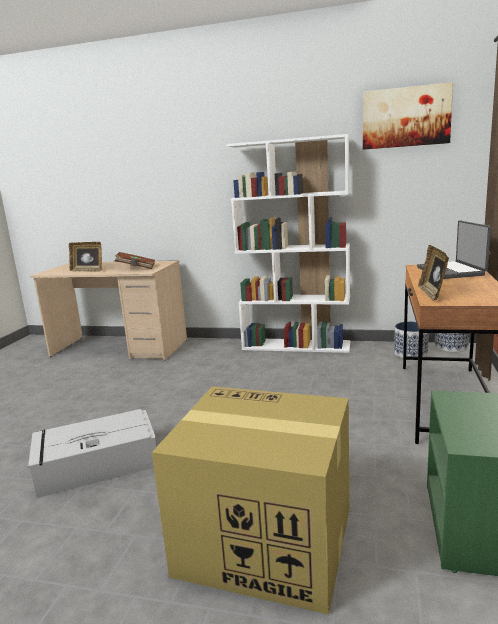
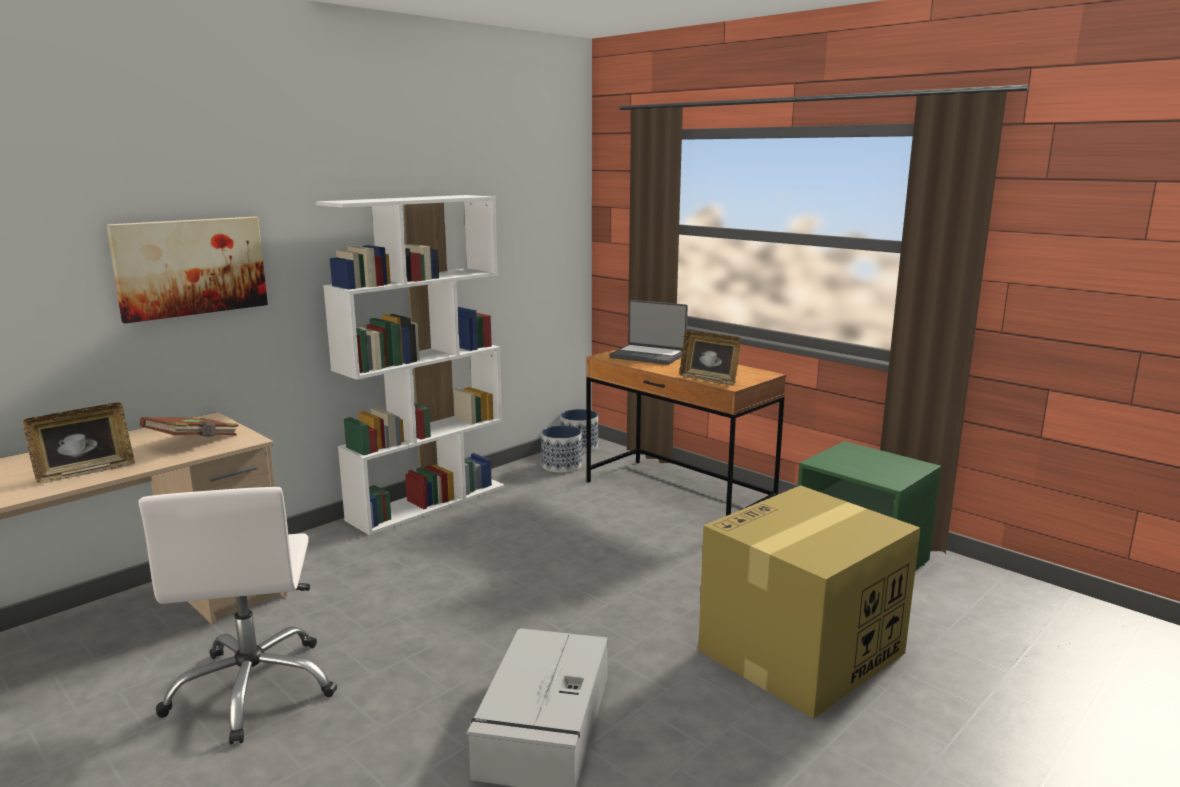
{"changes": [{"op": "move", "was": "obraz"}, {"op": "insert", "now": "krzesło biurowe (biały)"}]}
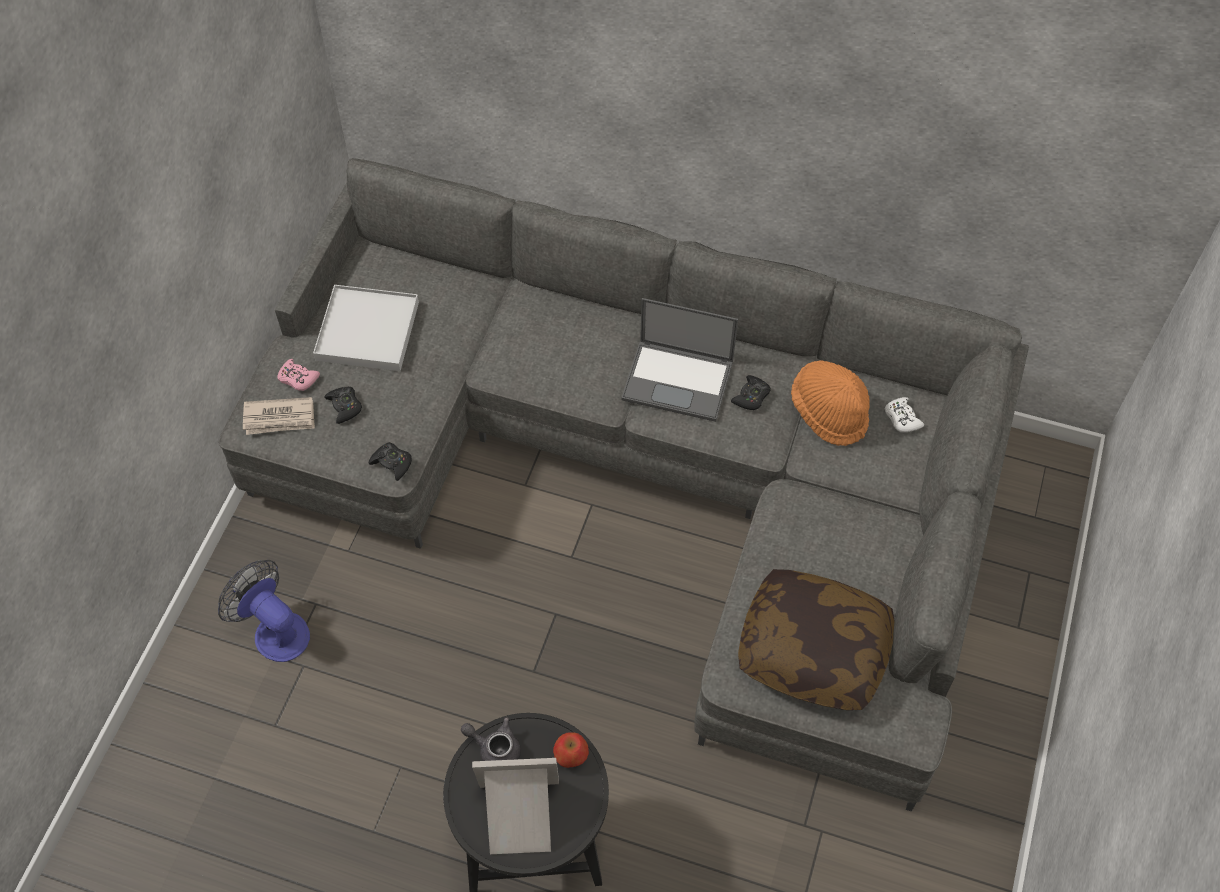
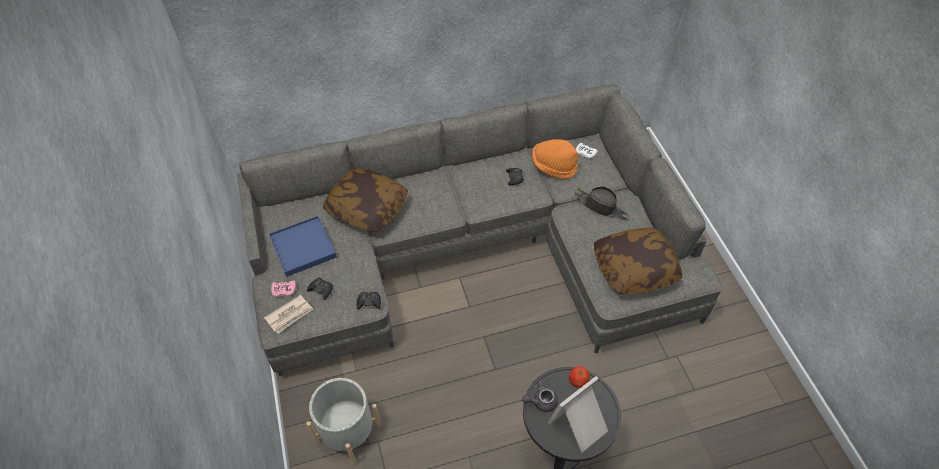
{"changes": [{"op": "replace", "was": "wentylator", "now": "donica (szary)"}, {"op": "recolor", "was": "taca (biały)", "now": "taca (niebieski)"}, {"op": "delete", "was": "laptop"}, {"op": "insert", "now": "poduszka (1st from left)"}, {"op": "insert", "now": "kapelusz (czarny)"}]}
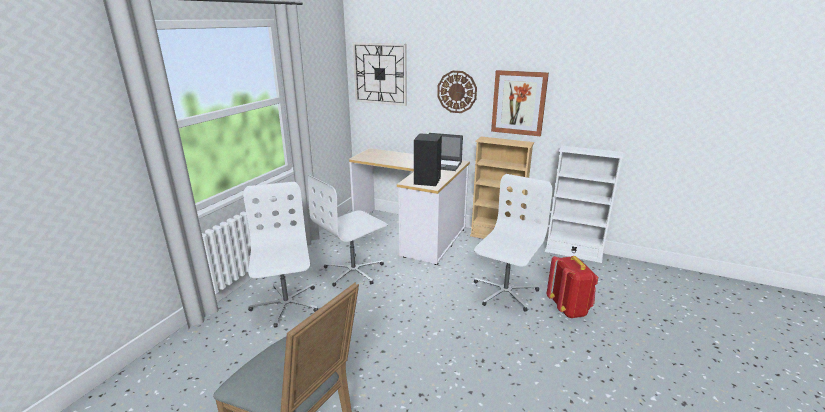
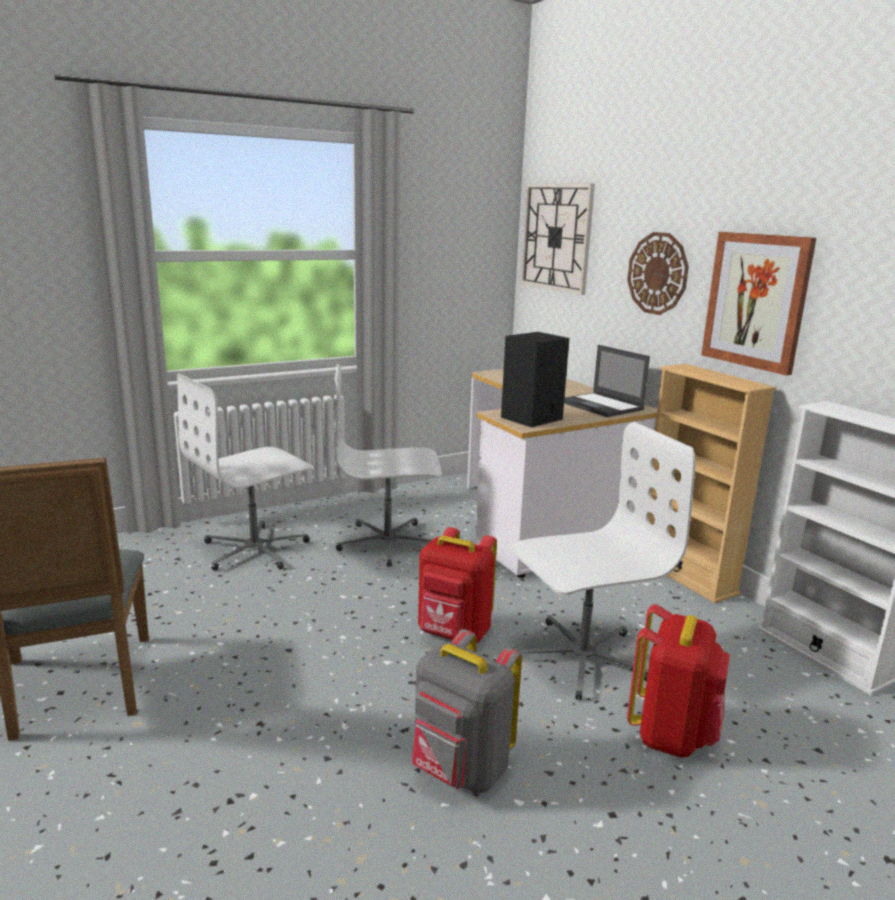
{"changes": [{"op": "rotate", "was": "krzesło biurowe (biały) (1st from left)", "clockwise": -150}, {"op": "insert", "now": "plecak (szary)"}, {"op": "insert", "now": "plecak (czerwony) (1st from left)"}]}
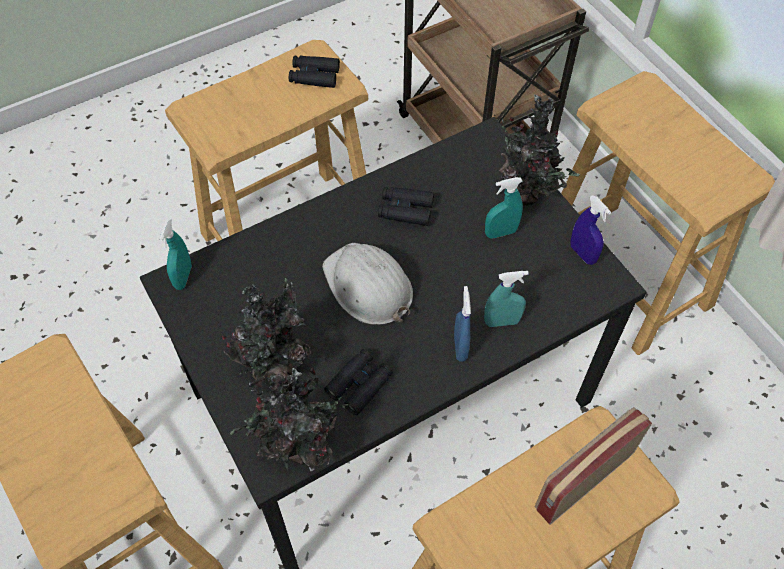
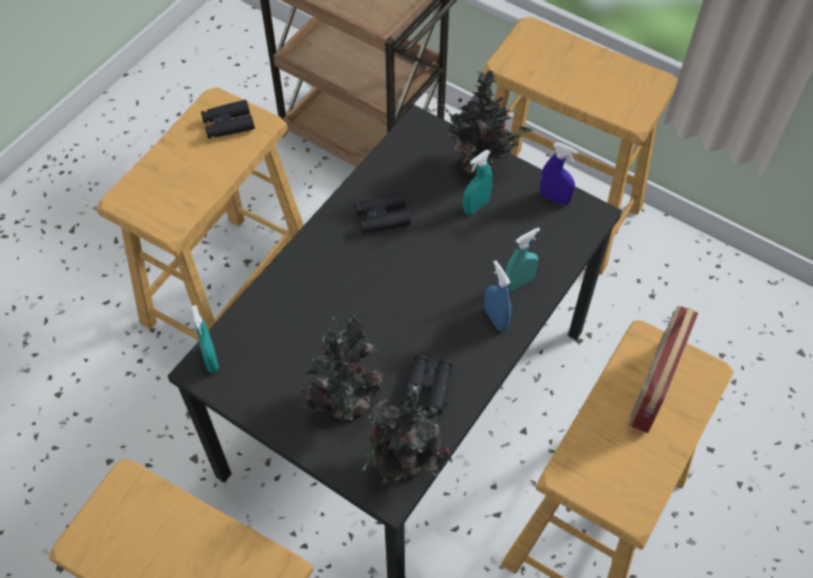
{"changes": [{"op": "delete", "was": "kask (biały)"}]}
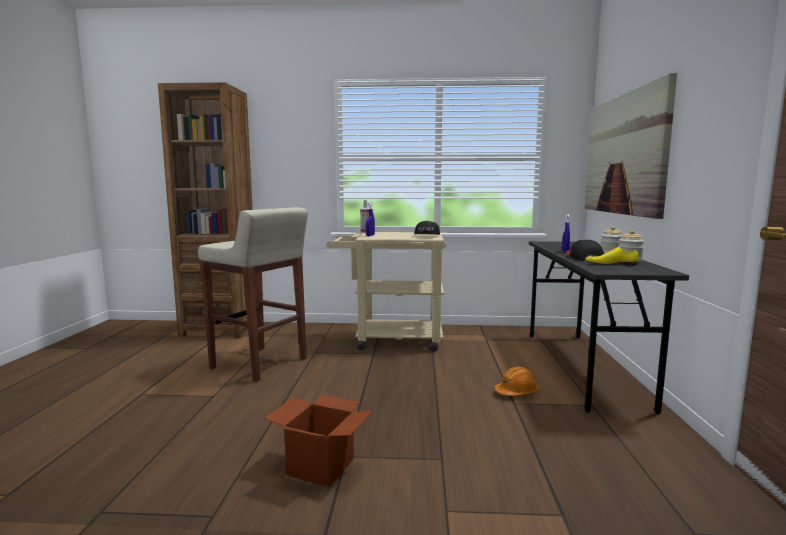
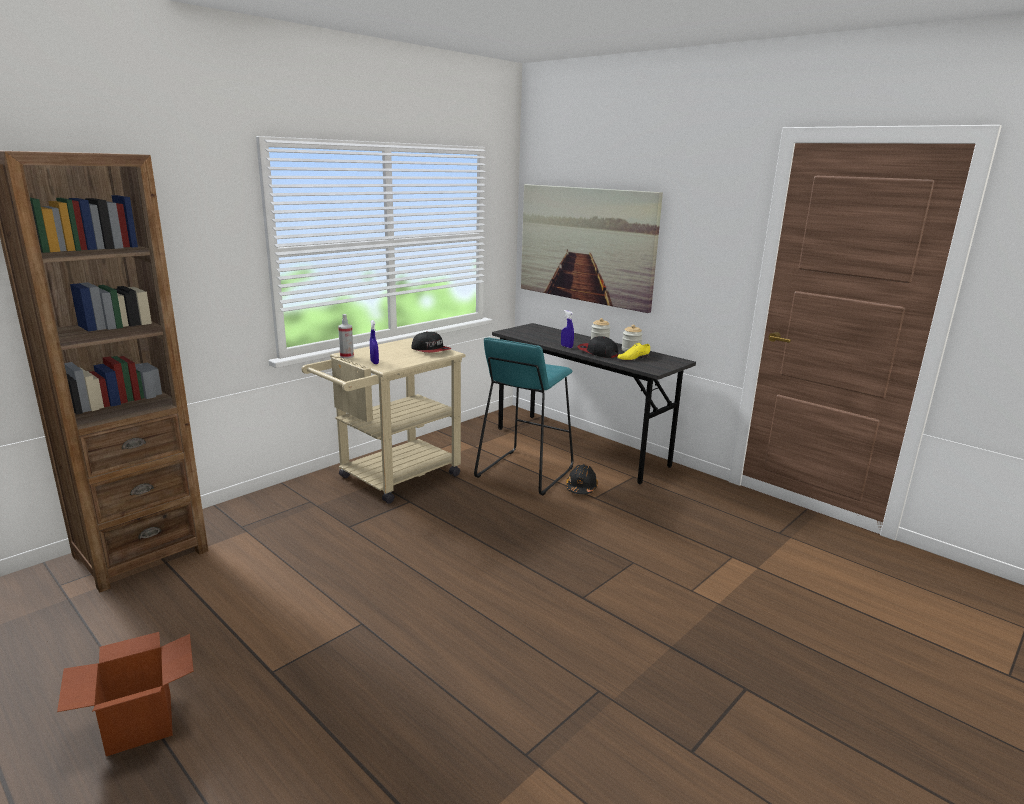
{"changes": [{"op": "delete", "was": "stołek (beżowy)"}, {"op": "move", "was": "karton"}, {"op": "recolor", "was": "kask (pomarańczowy)", "now": "kask (czarny)"}, {"op": "insert", "now": "stołek (turkusowy)"}]}
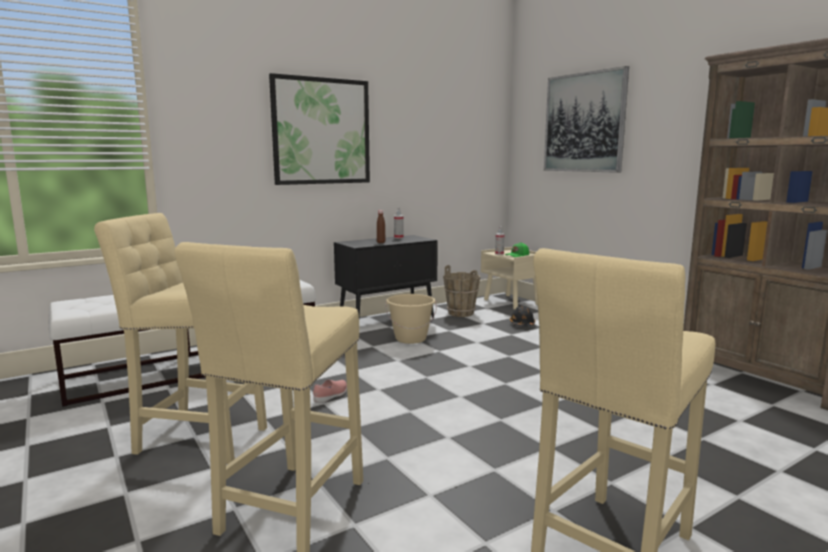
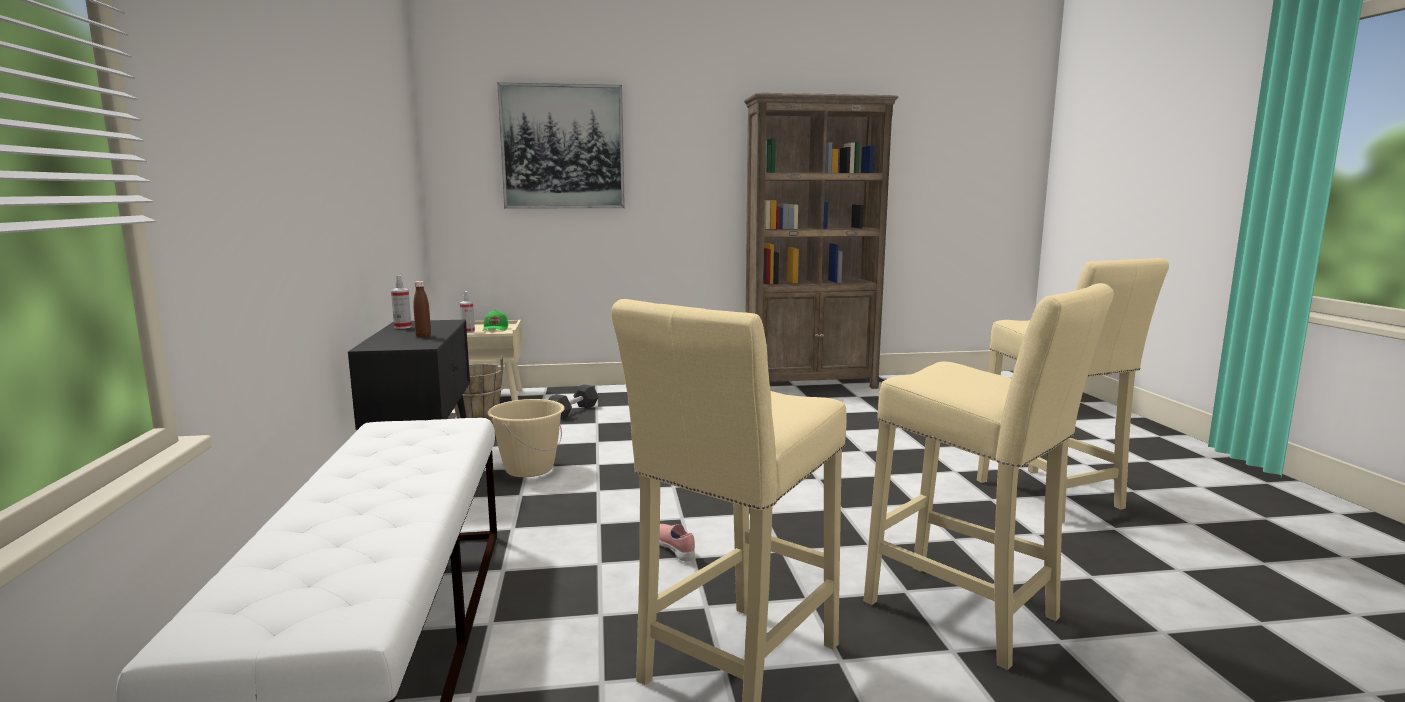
{"changes": [{"op": "delete", "was": "obraz (1st from left)"}, {"op": "replace", "was": "kask (czarny)", "now": "hantel (czarny)"}]}
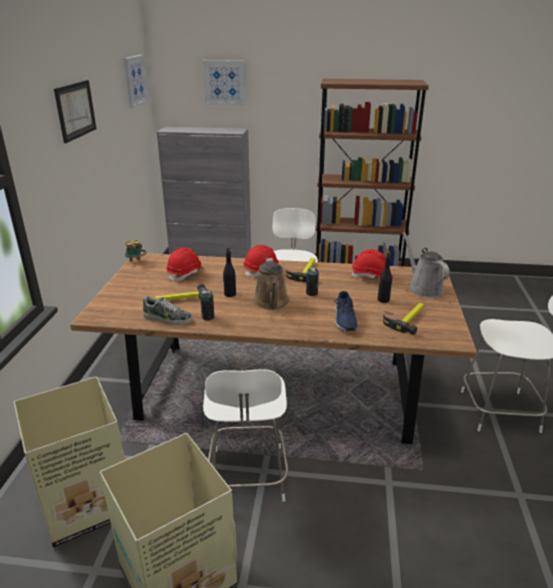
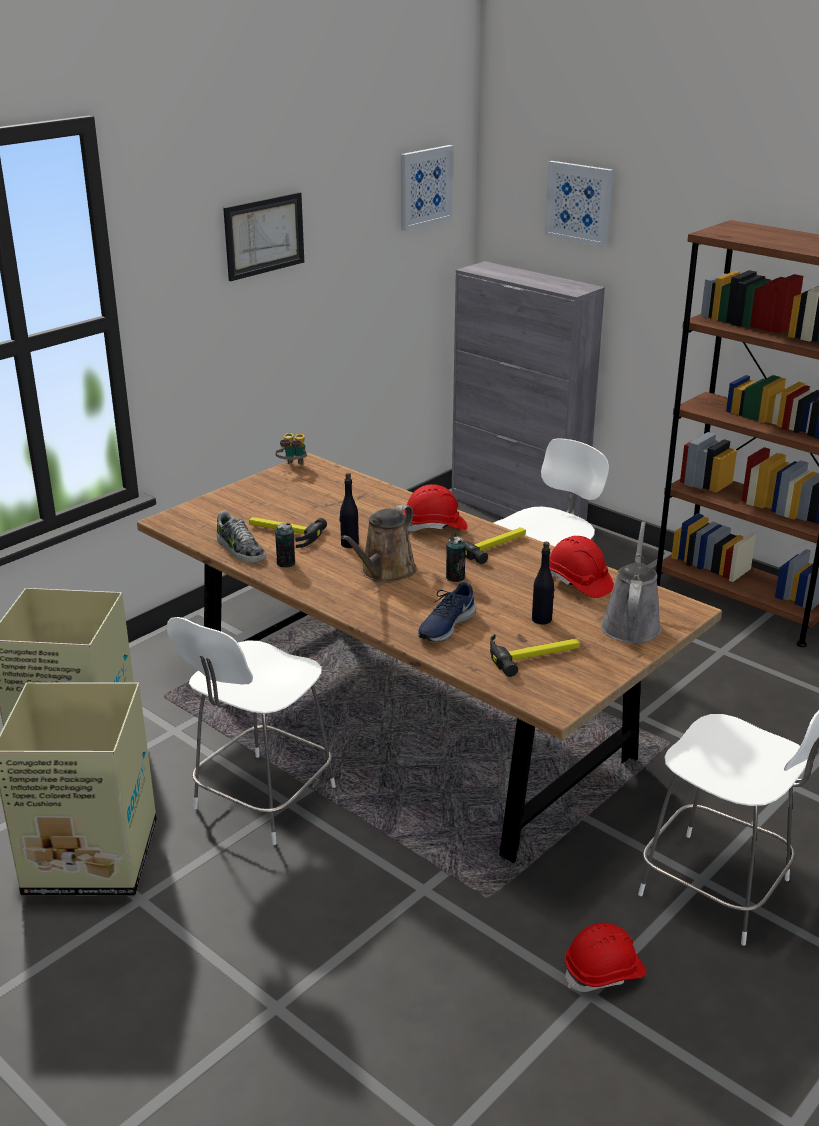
{"changes": [{"op": "move", "was": "kask (czerwony) (1st from left in the first image)", "now": "kask (czerwony) (3rd from left)"}]}
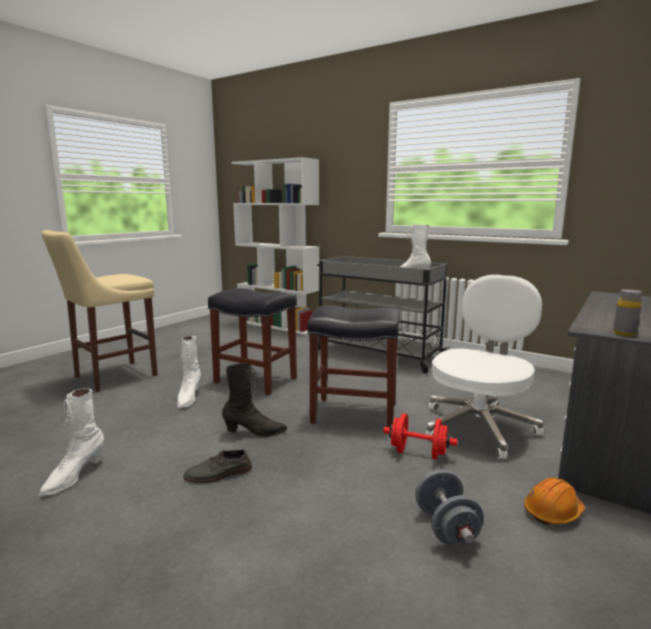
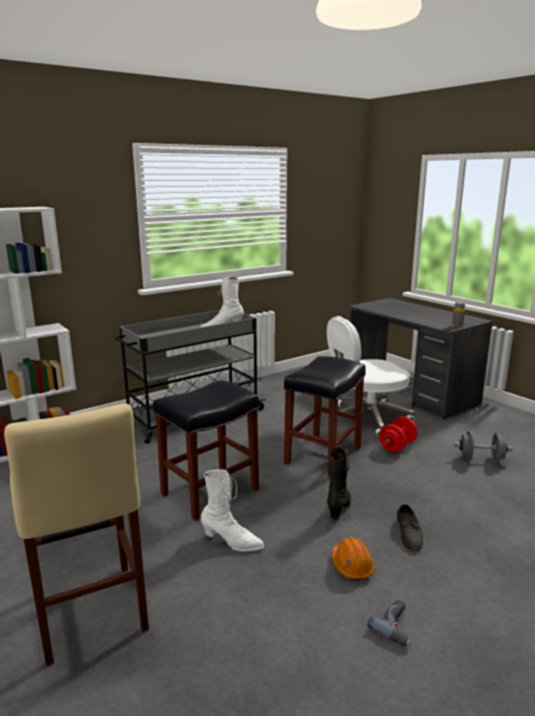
{"changes": [{"op": "replace", "was": "but z cholewką (biały) (1st from left)", "now": "wiertarka"}, {"op": "rotate", "was": "krzesło biurowe (biały)", "clockwise": -75}, {"op": "move", "was": "kask (pomarańczowy)"}]}
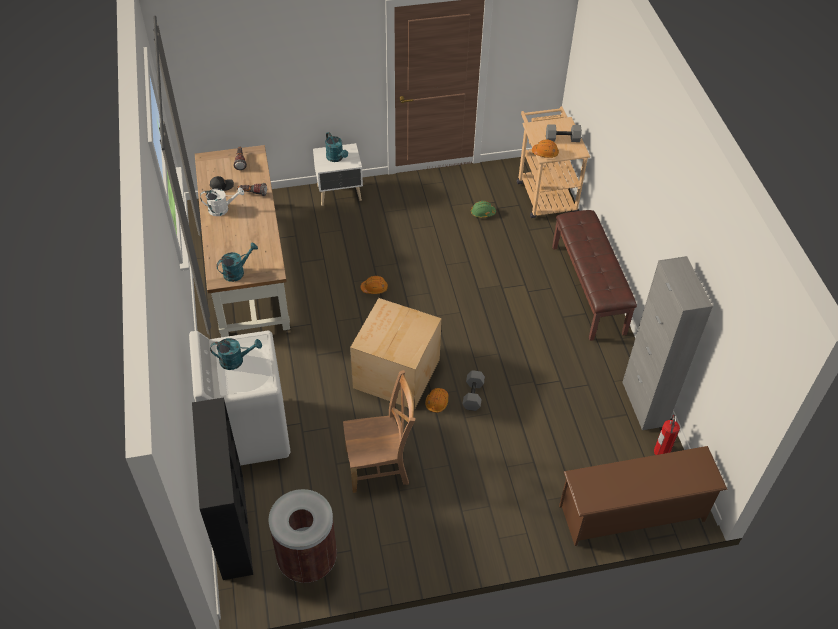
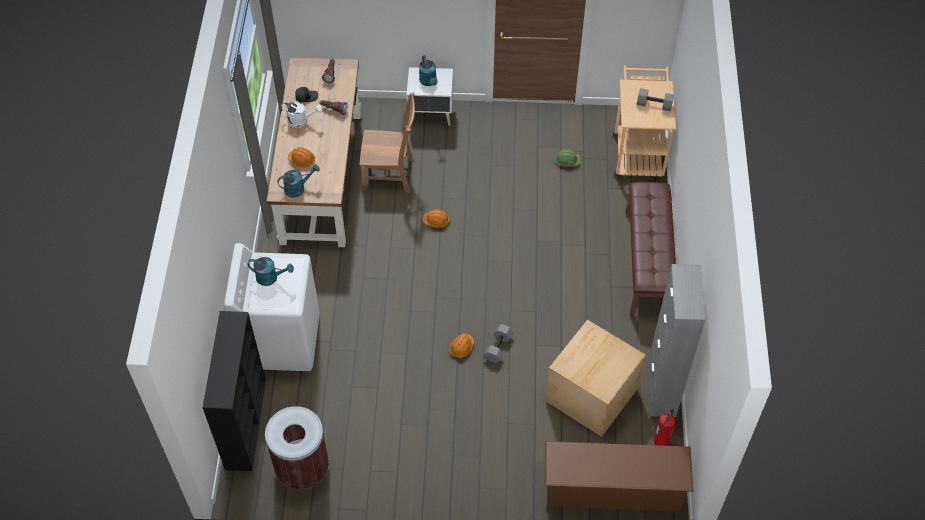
{"changes": [{"op": "move", "was": "krzesło (brązowy)"}, {"op": "move", "was": "karton"}, {"op": "move", "was": "kask (pomarańczowy) (3rd from left in the first image)", "now": "kask (pomarańczowy) (1st from left)"}]}
